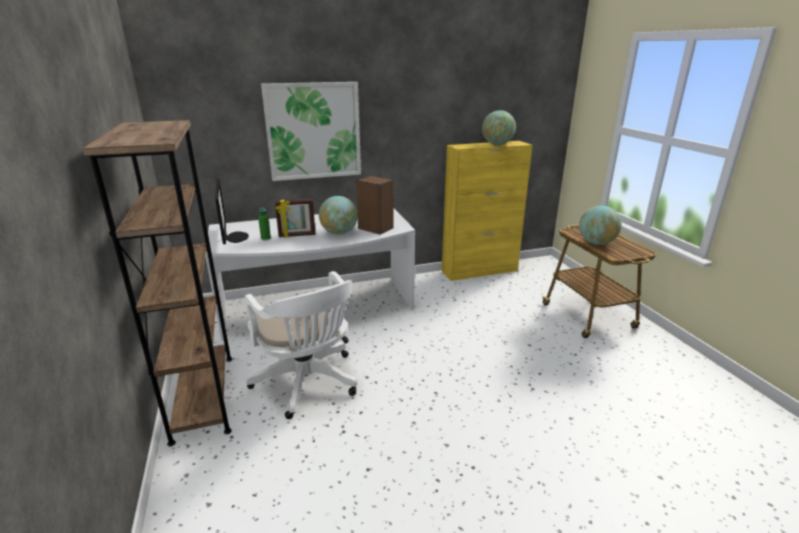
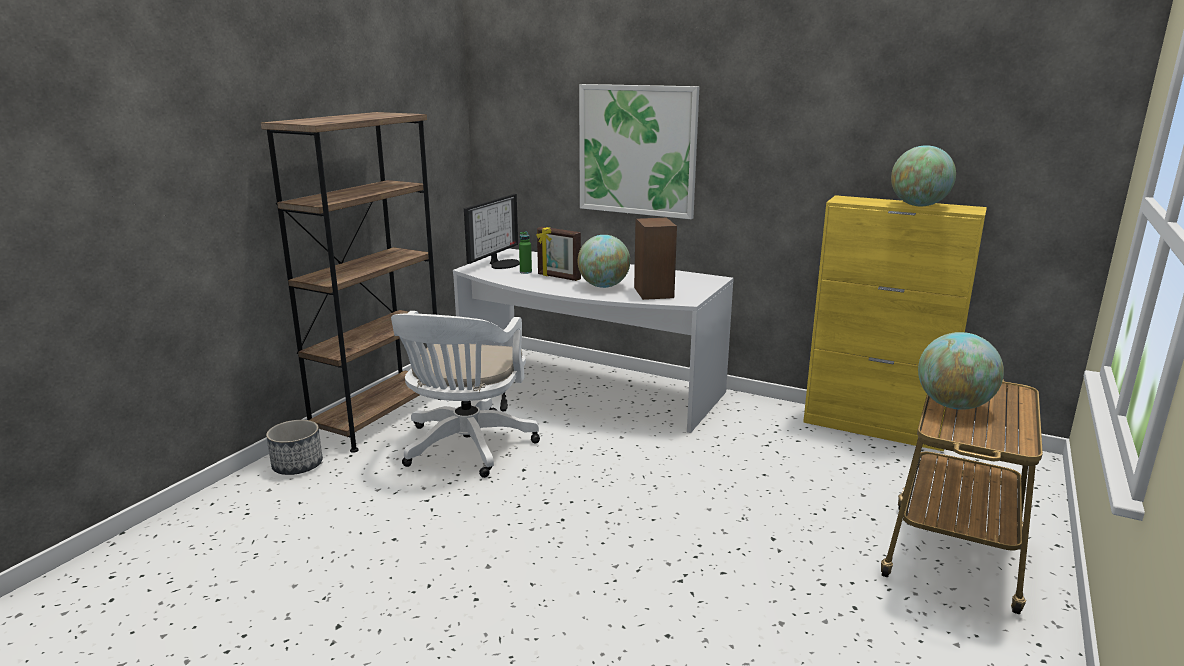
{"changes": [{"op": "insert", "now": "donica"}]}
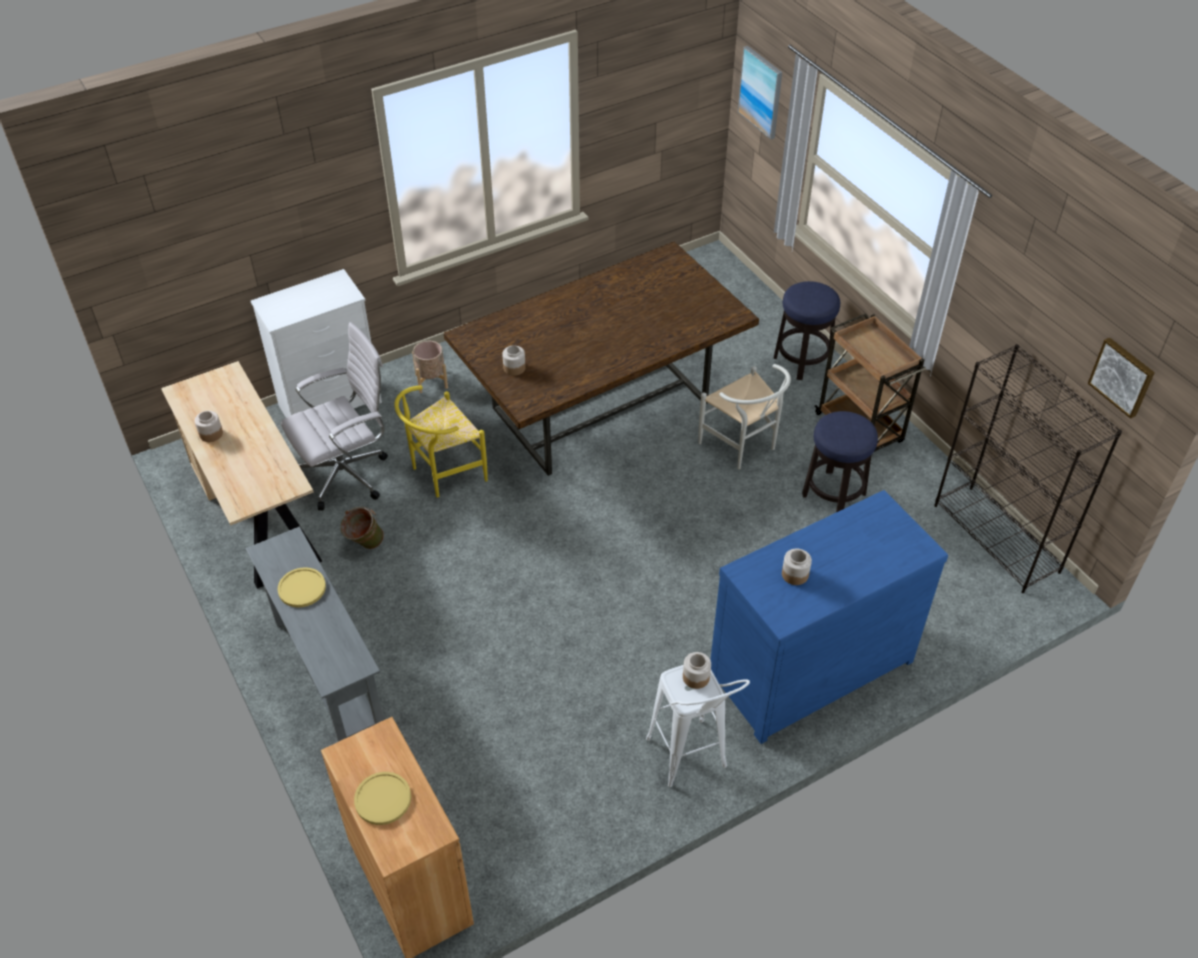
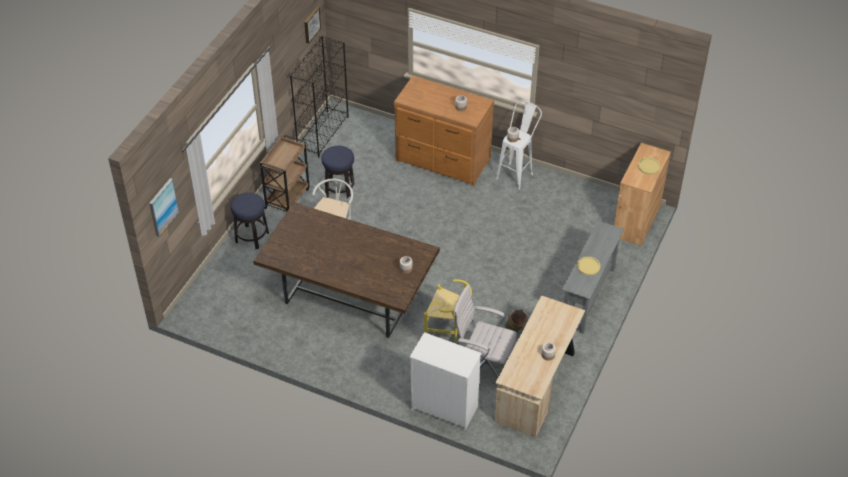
{"changes": [{"op": "delete", "was": "donica (beżowy)"}, {"op": "recolor", "was": "komoda (niebieski)", "now": "komoda (brązowy)"}]}
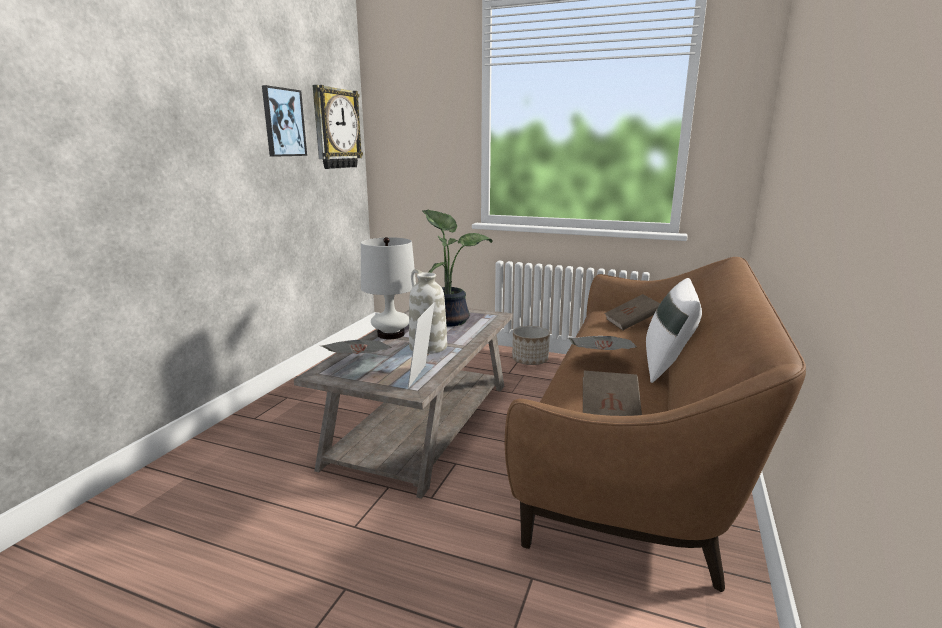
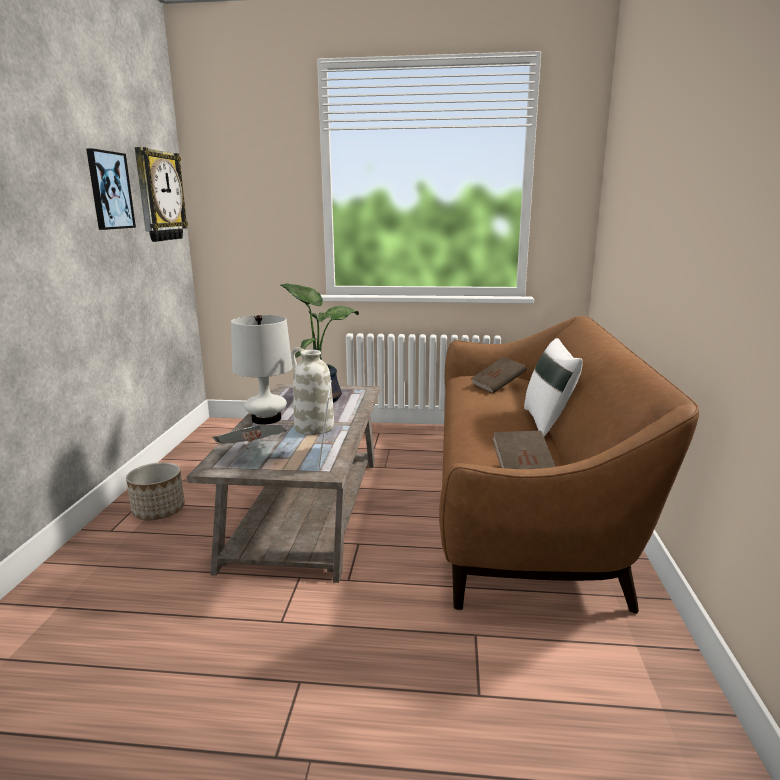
{"changes": [{"op": "move", "was": "donica"}, {"op": "delete", "was": "gazeta (2nd from left)"}]}
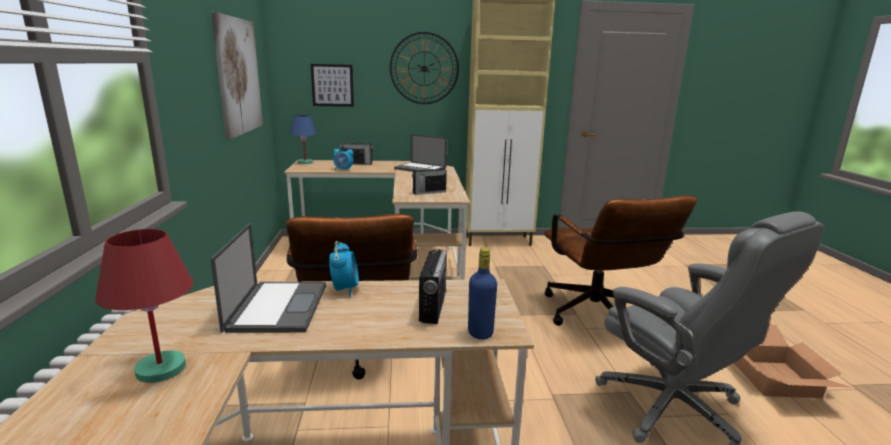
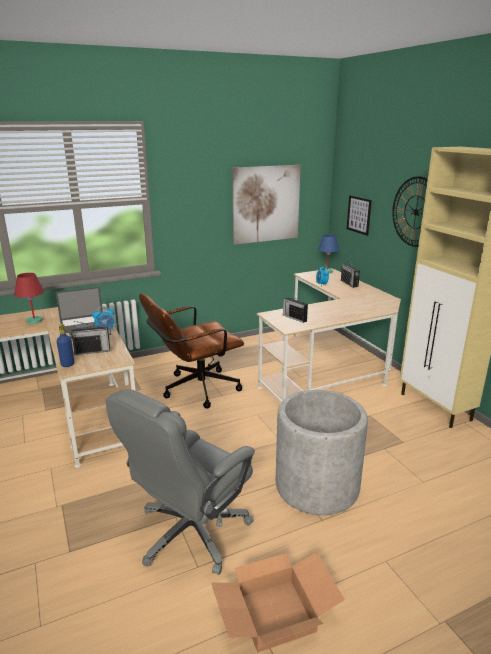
{"changes": [{"op": "delete", "was": "laptop (2nd from left)"}, {"op": "replace", "was": "krzesło biurowe (brązowy) (2nd from left)", "now": "donica (szary)"}]}
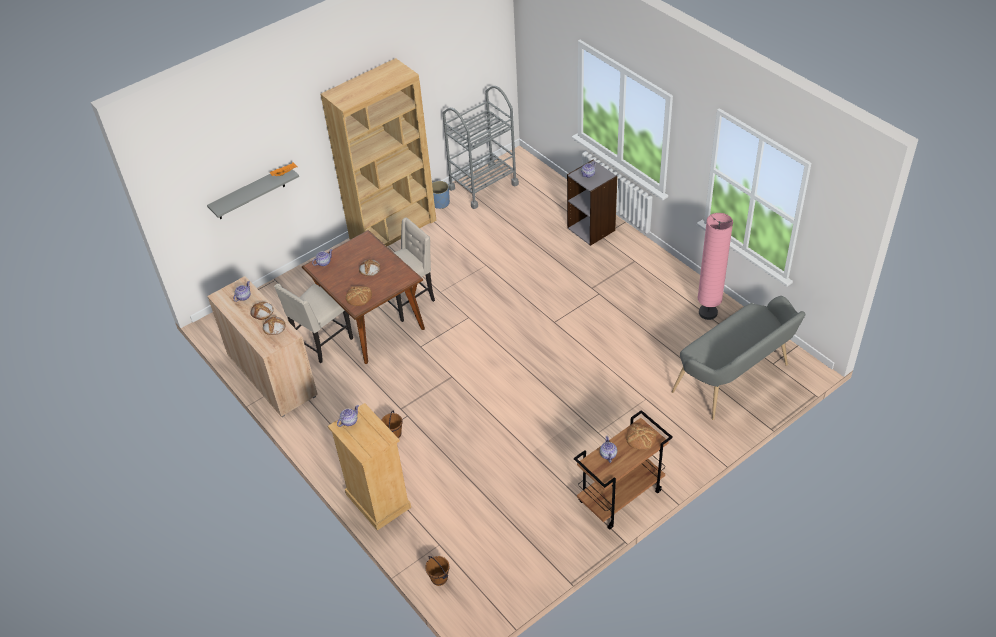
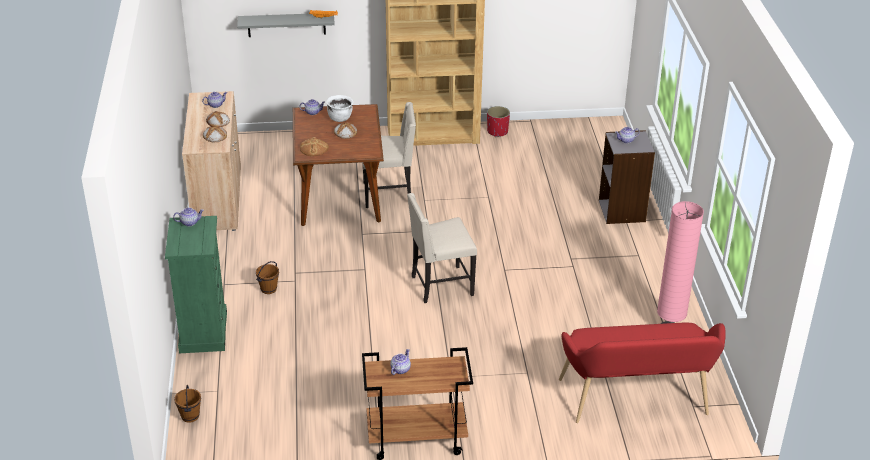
{"changes": [{"op": "move", "was": "krzesło (beżowy) (1st from left in the first image)", "now": "krzesło (beżowy) (2nd from left)"}, {"op": "recolor", "was": "komoda (beżowy)", "now": "komoda (zielony)"}, {"op": "recolor", "was": "donica (niebieski)", "now": "donica (czerwony)"}, {"op": "delete", "was": "wózek (szary)"}, {"op": "delete", "was": "chleb (5th from left)"}, {"op": "recolor", "was": "ławka (szary)", "now": "ławka (czerwony)"}, {"op": "insert", "now": "garnek (biały)"}]}
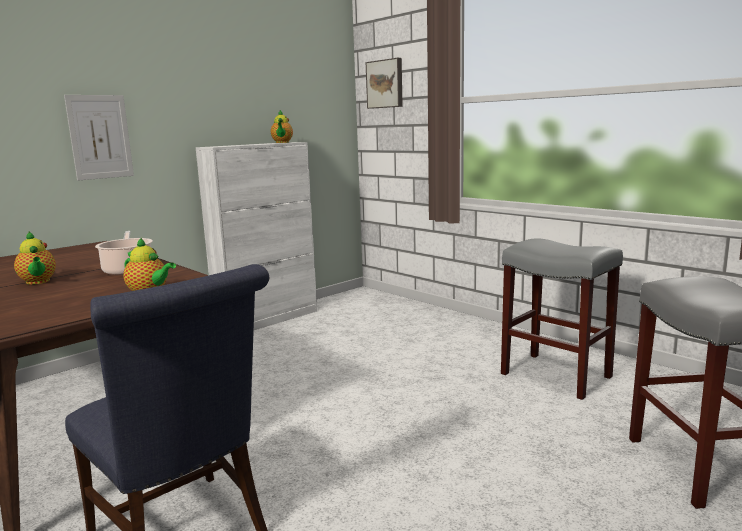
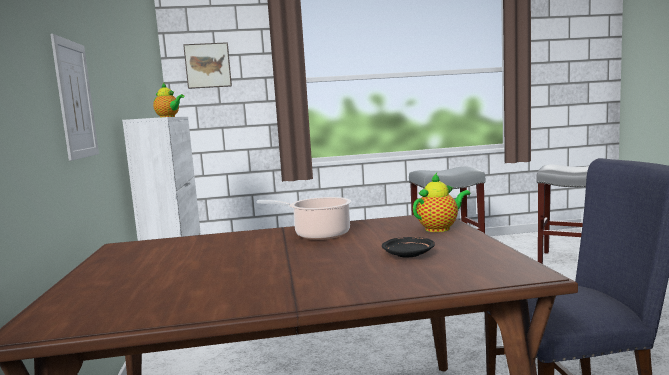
{"changes": [{"op": "delete", "was": "imbryk (1st from left)"}, {"op": "insert", "now": "talerz (czarny)"}]}
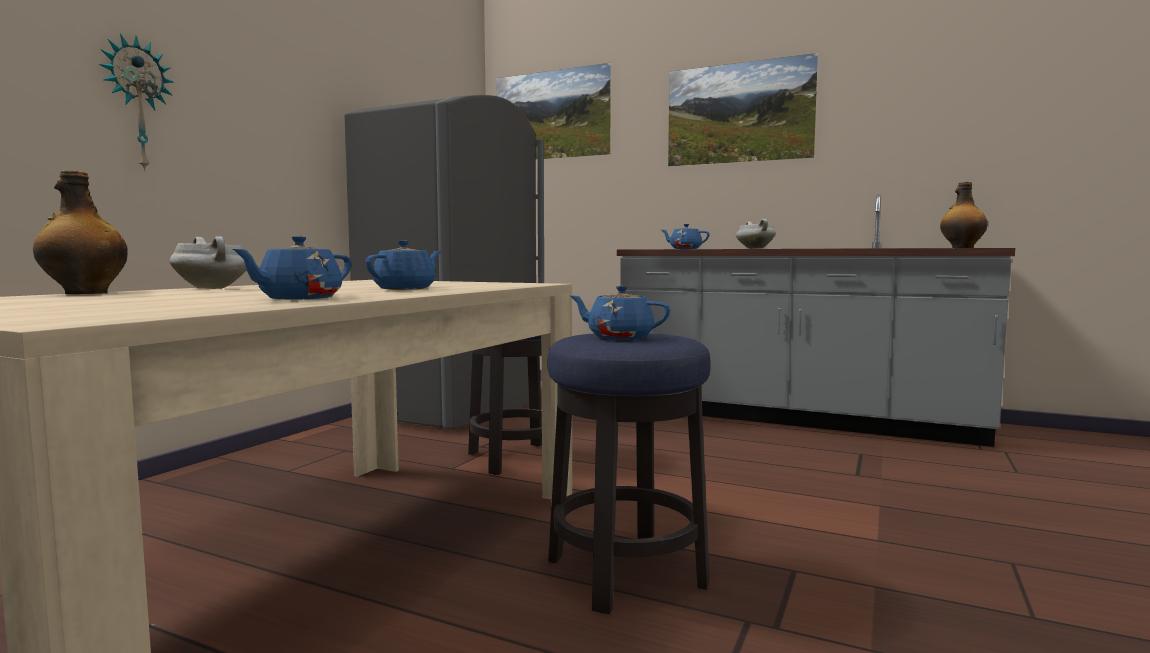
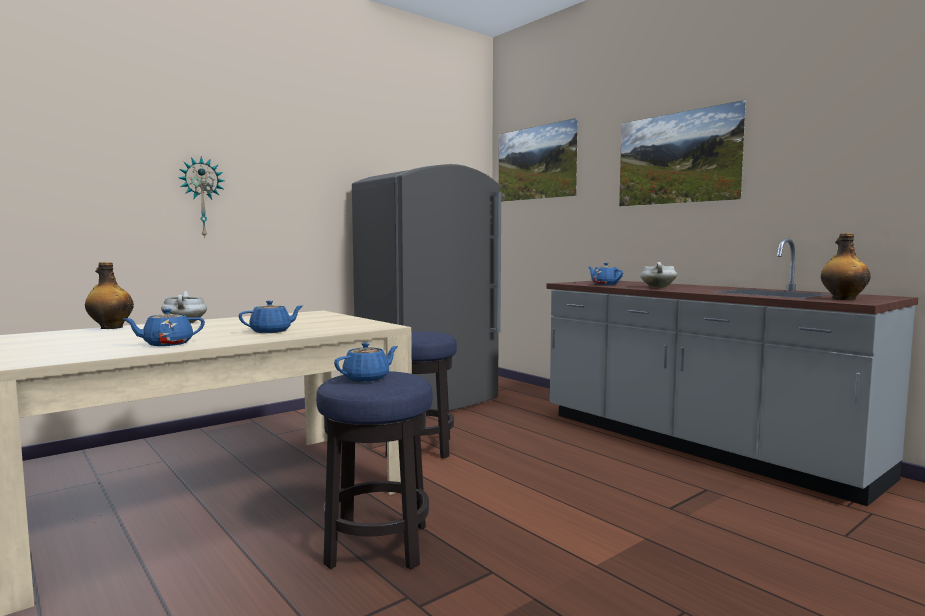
{"changes": [{"op": "rotate", "was": "imbryk (niebieski) (3rd from left)", "clockwise": 90}]}
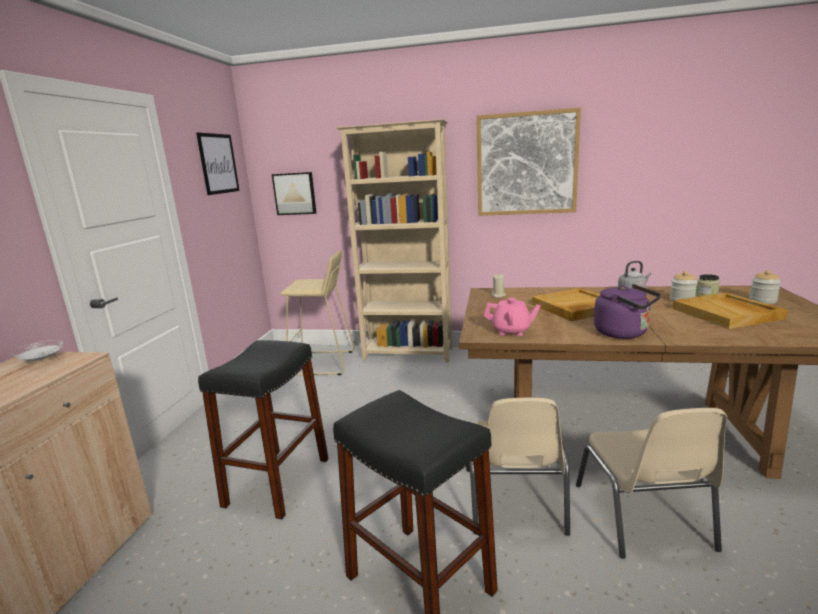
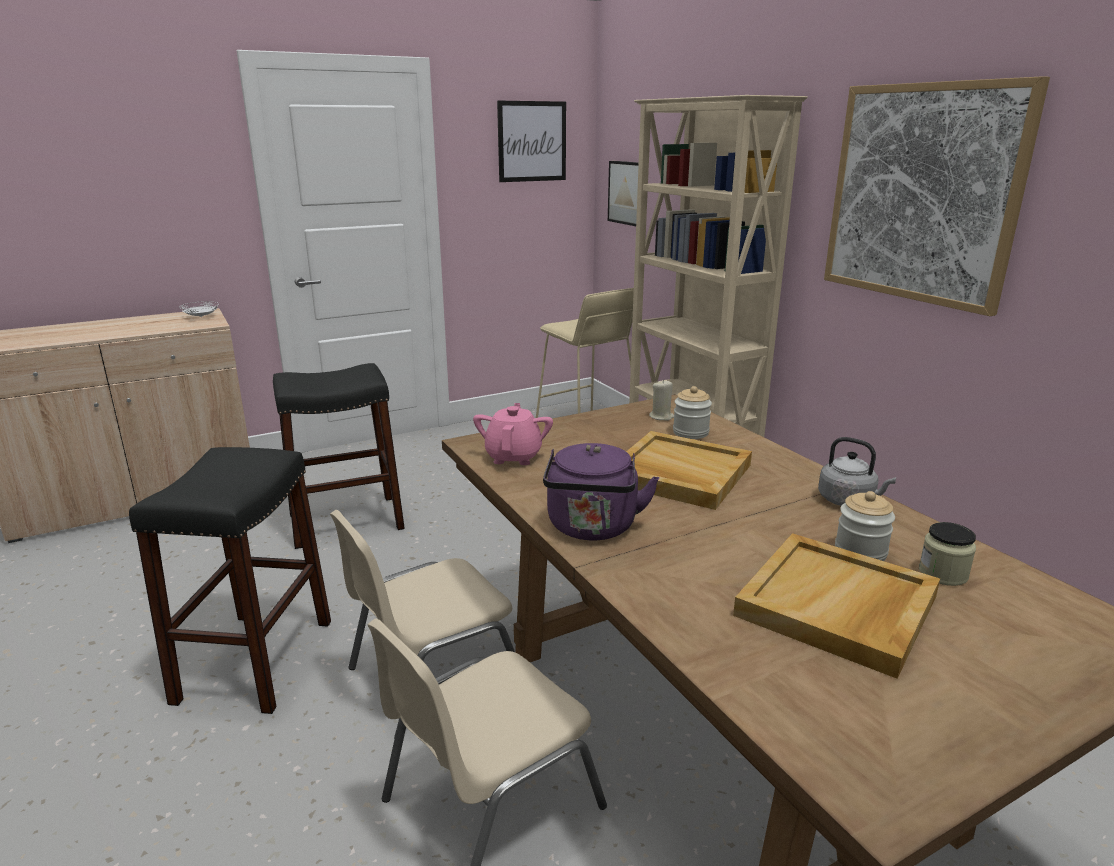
{"changes": [{"op": "rotate", "was": "imbryk (różowy)", "clockwise": -150}, {"op": "move", "was": "słoik (3rd from left in the first image)", "now": "słoik (1st from left)"}]}
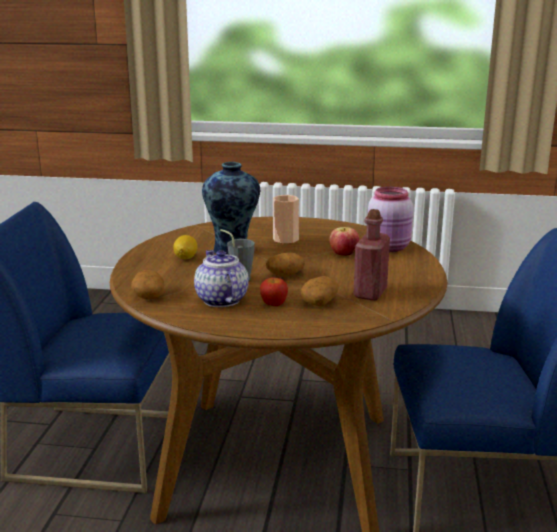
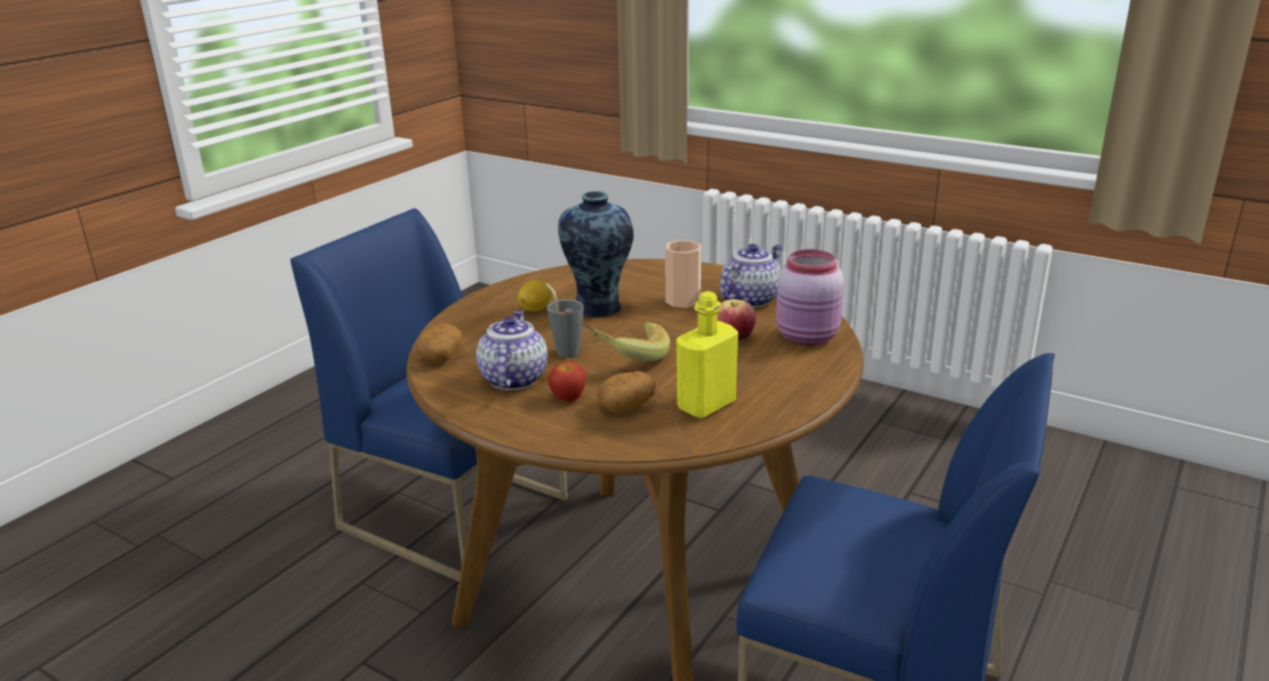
{"changes": [{"op": "replace", "was": "ziemniak (2nd from left)", "now": "banan"}, {"op": "recolor", "was": "butelka (czerwony)", "now": "butelka (żółty)"}, {"op": "insert", "now": "imbryk (2nd from left)"}]}
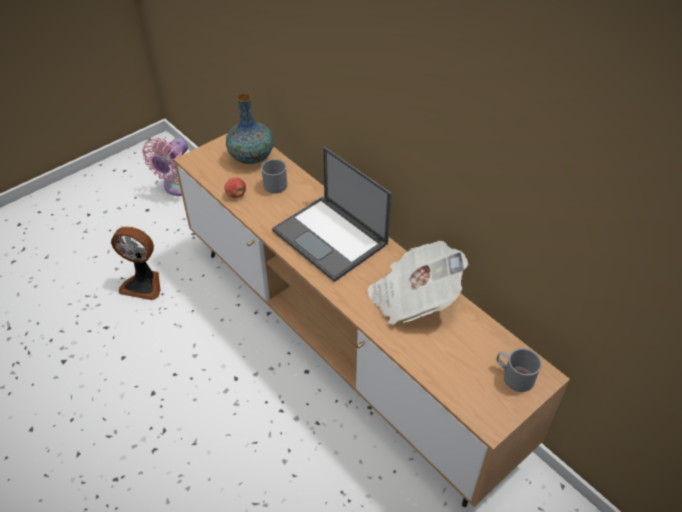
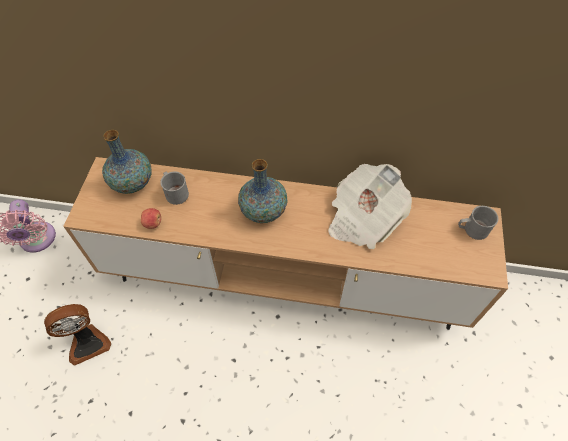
{"changes": [{"op": "replace", "was": "laptop", "now": "wazon (2nd from left)"}]}
